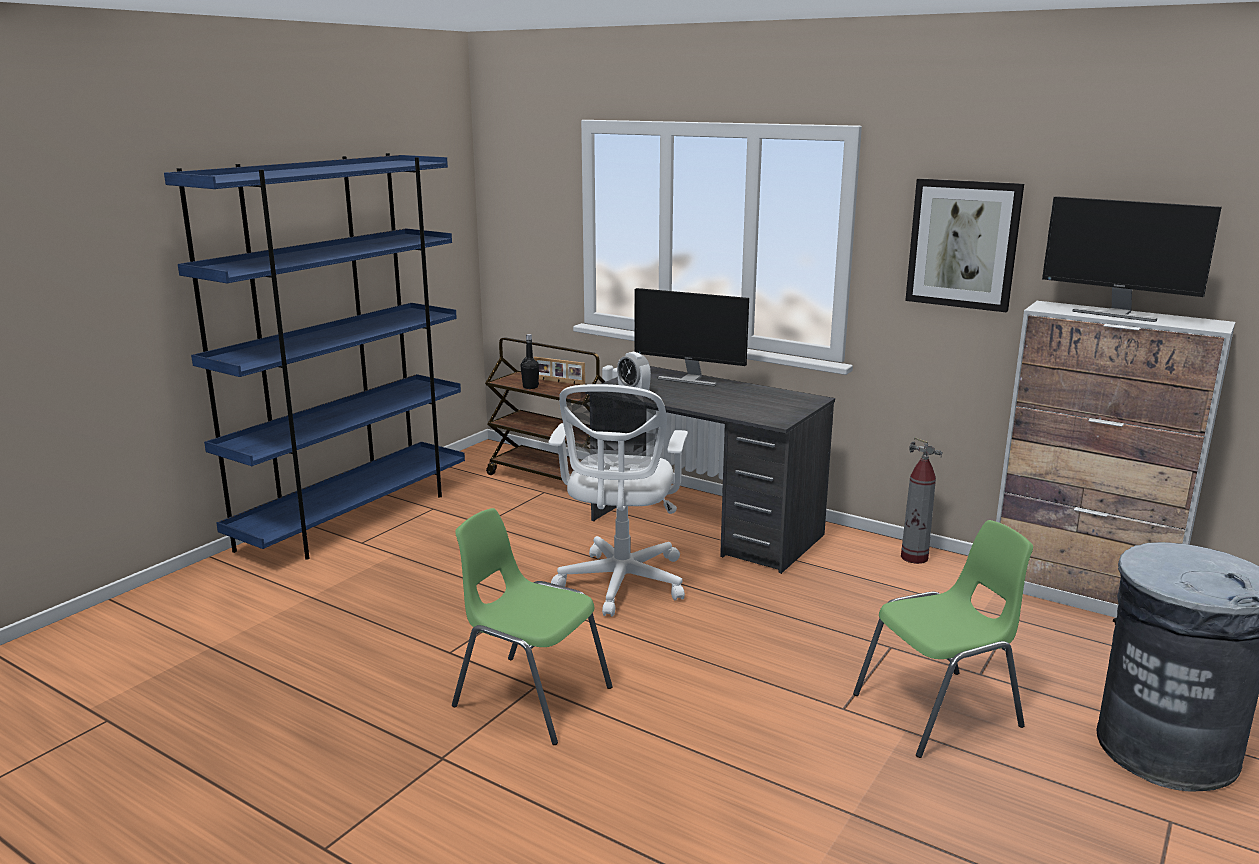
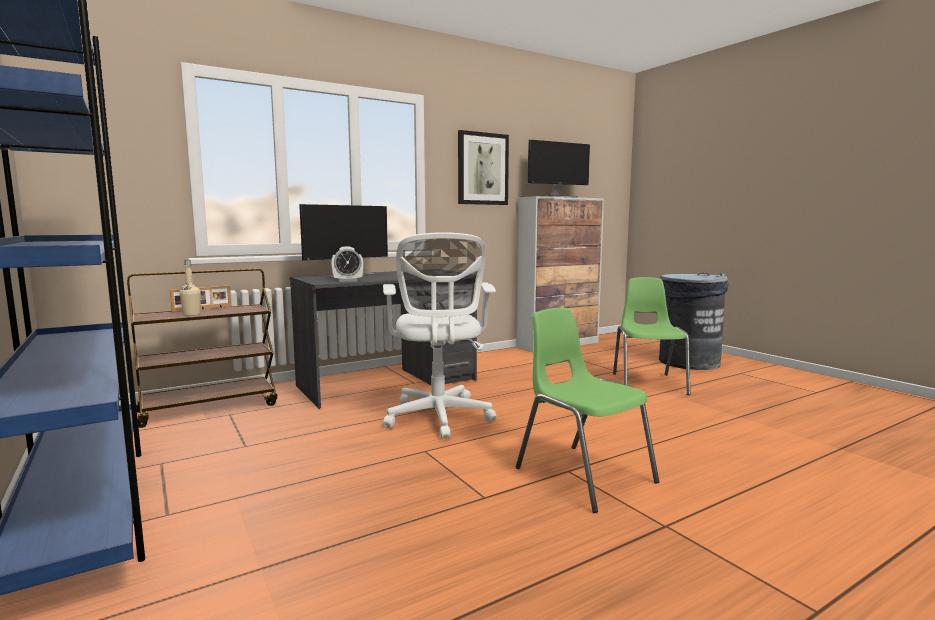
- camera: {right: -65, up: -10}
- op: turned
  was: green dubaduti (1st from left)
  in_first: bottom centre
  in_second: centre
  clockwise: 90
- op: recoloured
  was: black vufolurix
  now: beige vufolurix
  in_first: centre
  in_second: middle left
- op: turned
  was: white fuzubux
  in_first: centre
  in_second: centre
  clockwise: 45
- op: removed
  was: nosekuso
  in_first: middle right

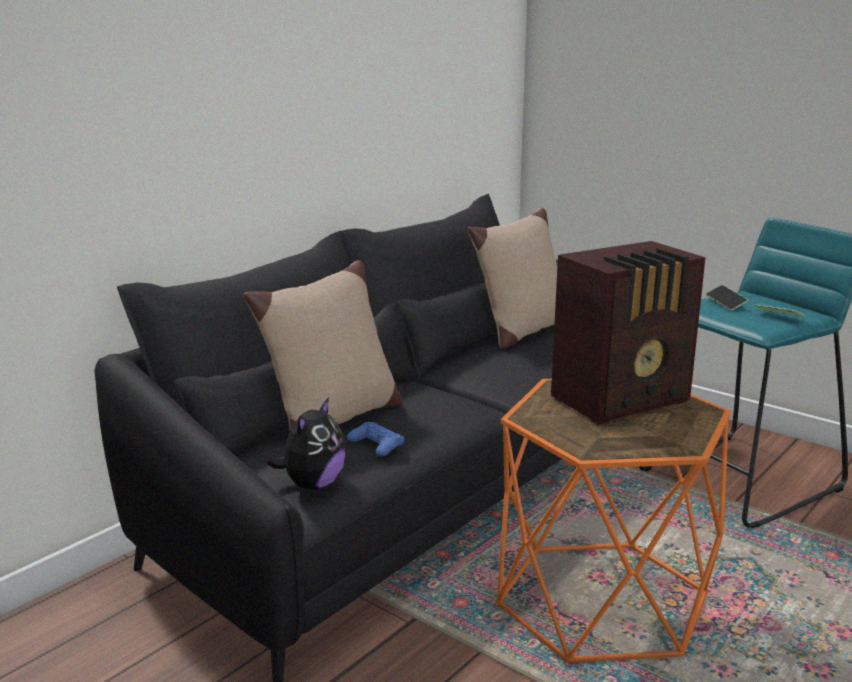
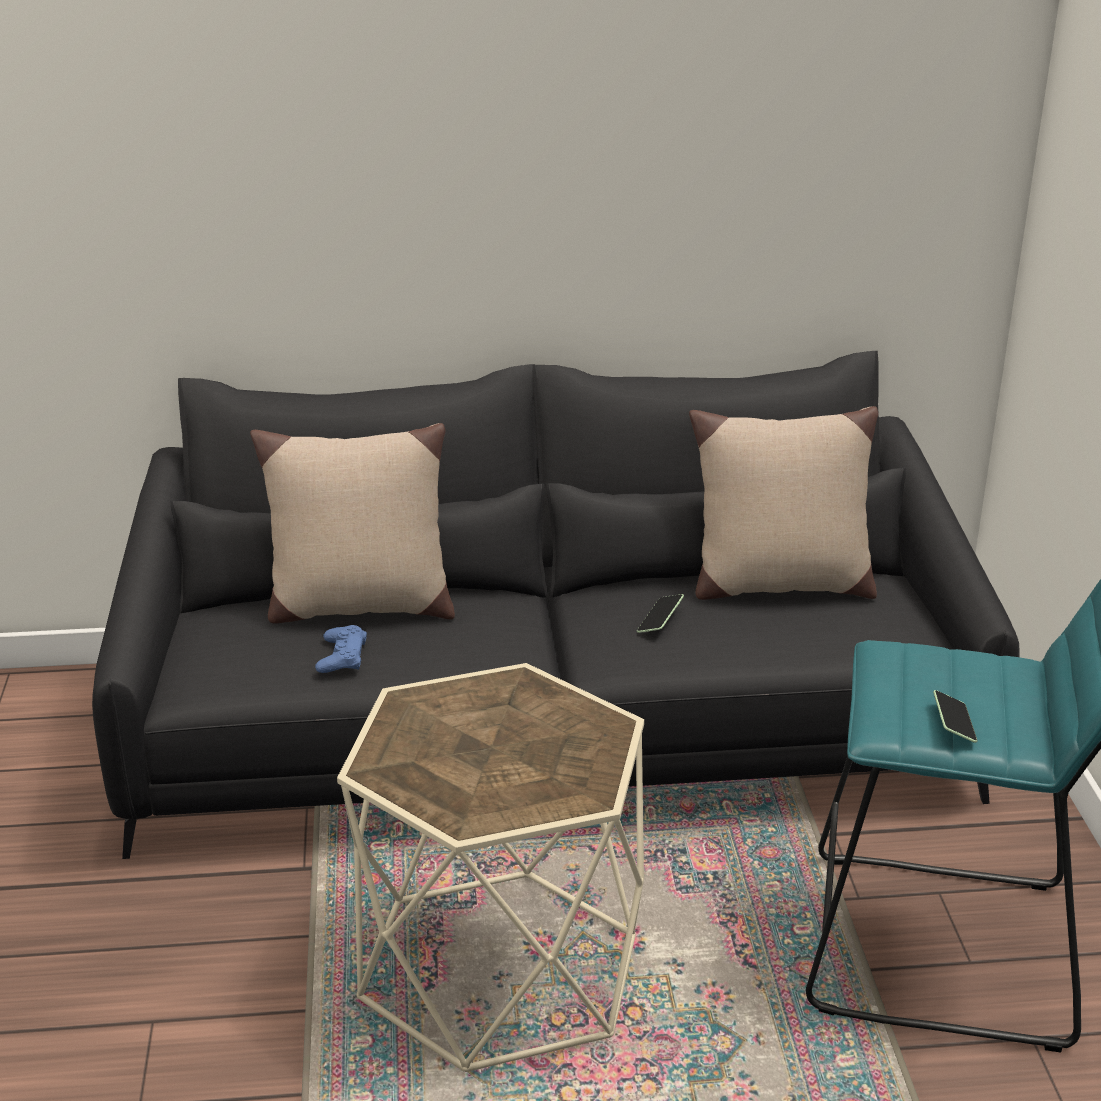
- camera: {right: 45, up: 10}
- op: removed
  was: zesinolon
  in_first: centre
- op: recoloured
  was: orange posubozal
  now: beige posubozal
  in_first: bottom right
  in_second: bottom centre
- op: removed
  was: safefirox
  in_first: middle right
- op: moved
  was: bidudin (1st from left)
  in_first: middle right
  in_second: centre

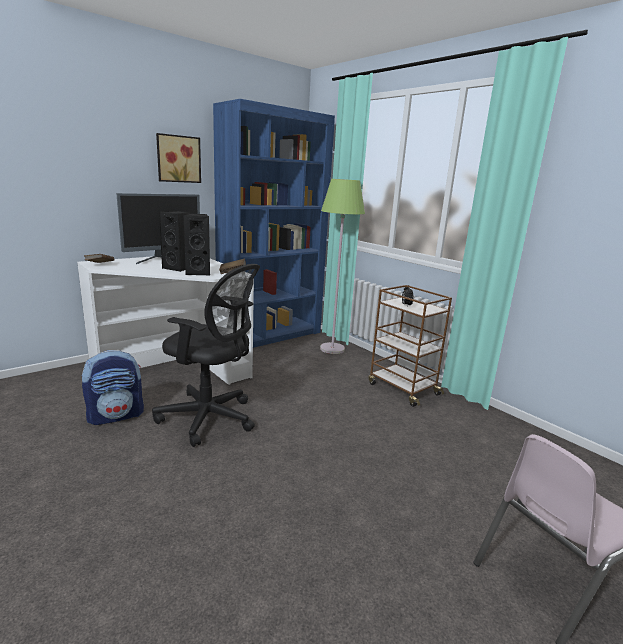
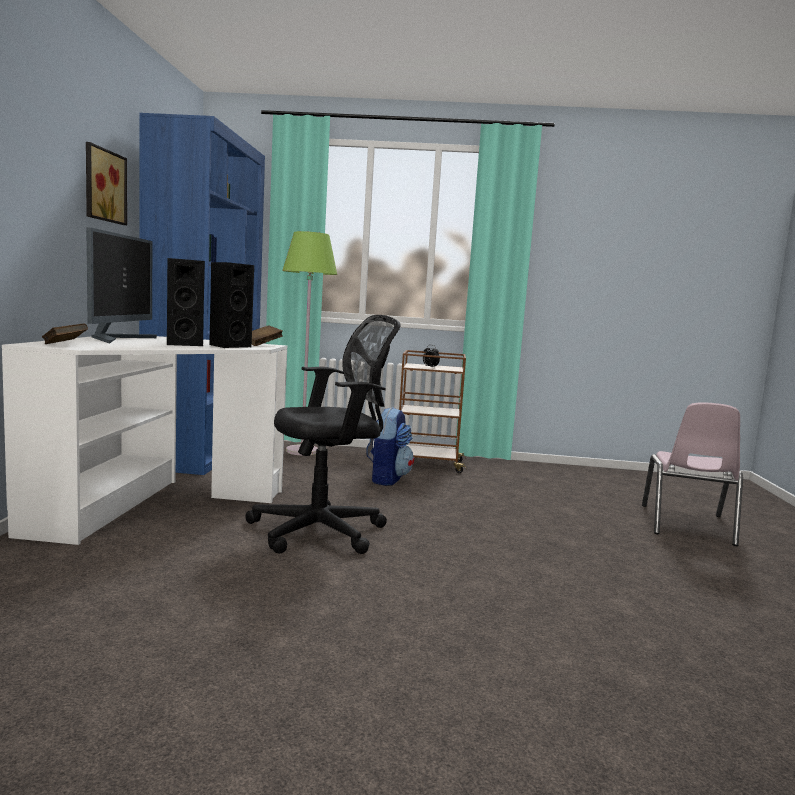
- camera: {right: -45, up: -10}
- op: moved
  was: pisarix
  in_first: middle left
  in_second: centre

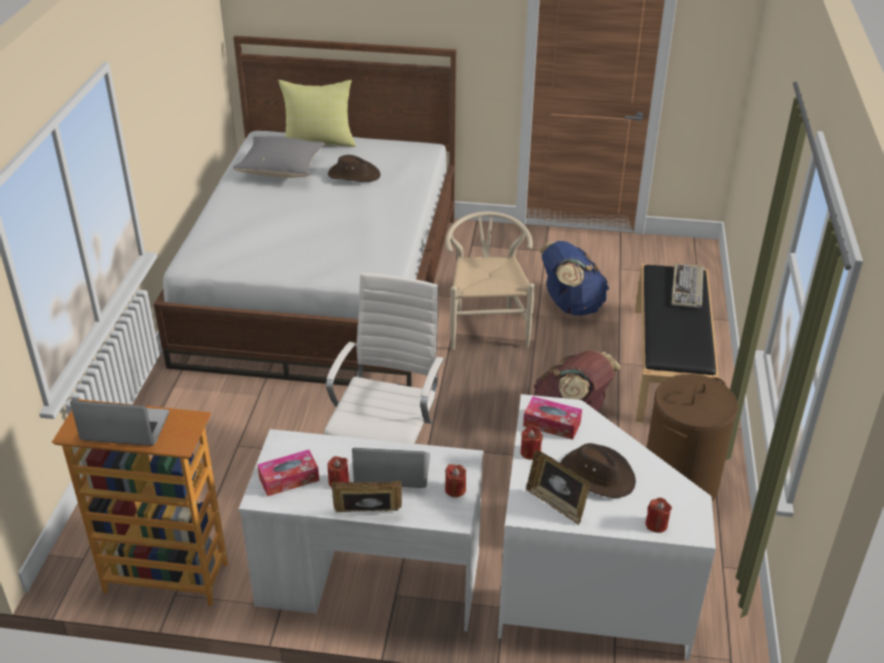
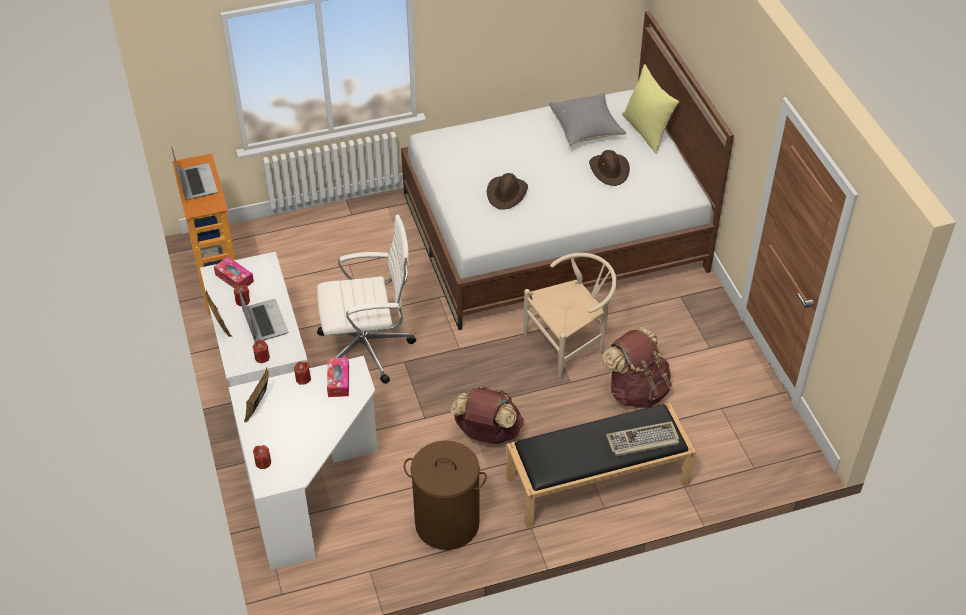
- camera: {right: 65, up: 10}
- op: recoloured
  was: blue pisarix
  now: brown pisarix (2nd from left)
  in_first: centre
  in_second: centre
- op: moved
  was: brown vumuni (2nd from left in the first image)
  now: brown vumuni (1st from left)
  in_first: bottom right
  in_second: top centre

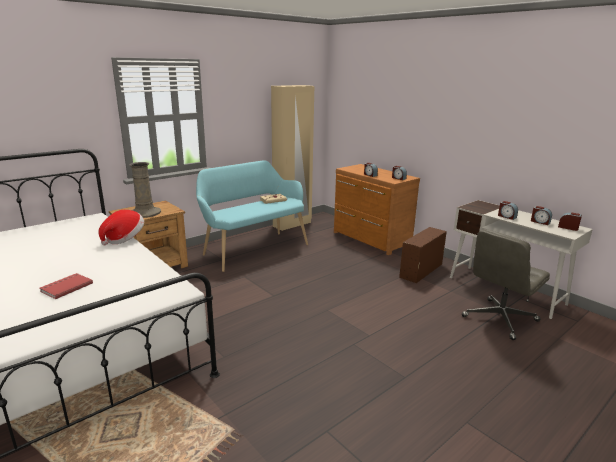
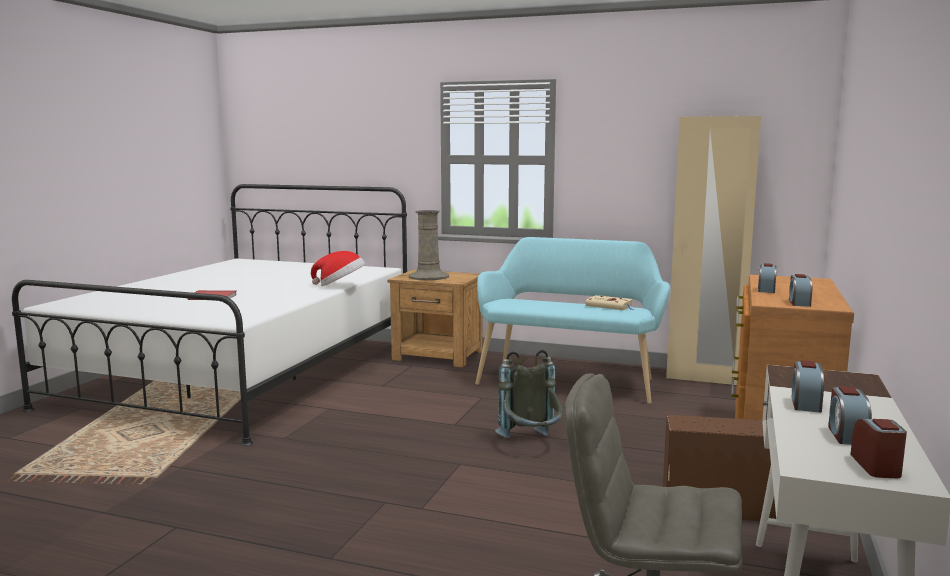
- camera: {right: 60, up: -10}
- op: added
  now: grey pisarix
  in_second: bottom centre

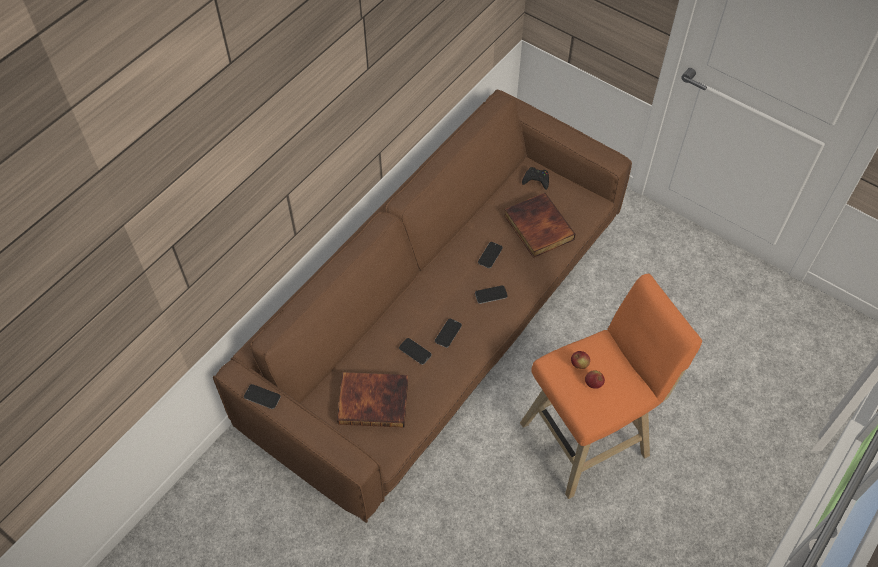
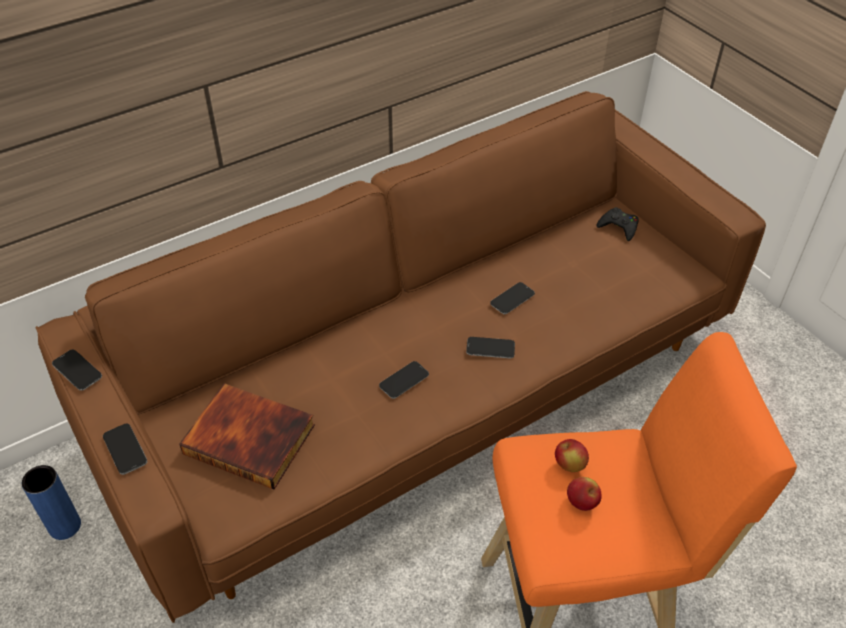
- camera: {right: 20, up: -10}
- op: moved
  was: bidudin (2nd from left)
  in_first: centre
  in_second: bottom left
- op: removed
  was: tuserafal (2nd from left)
  in_first: centre
- op: added
  now: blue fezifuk
  in_second: bottom left

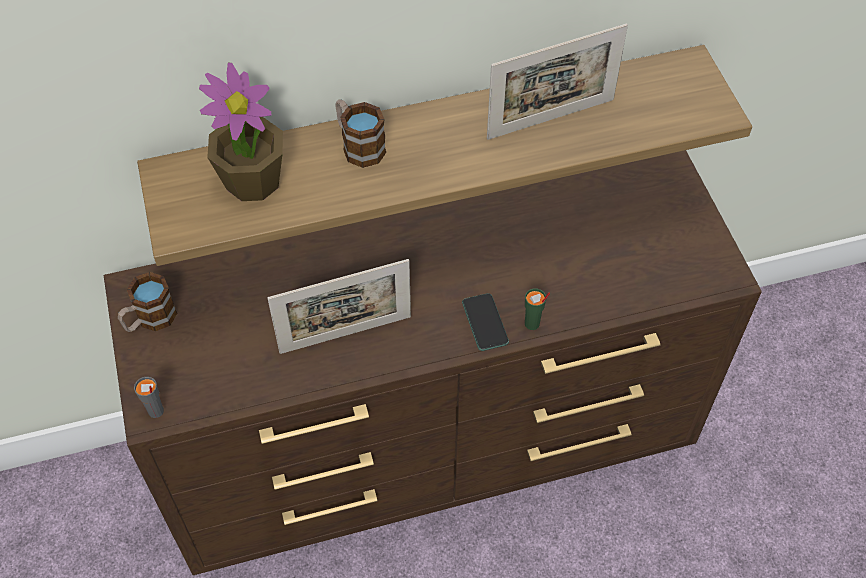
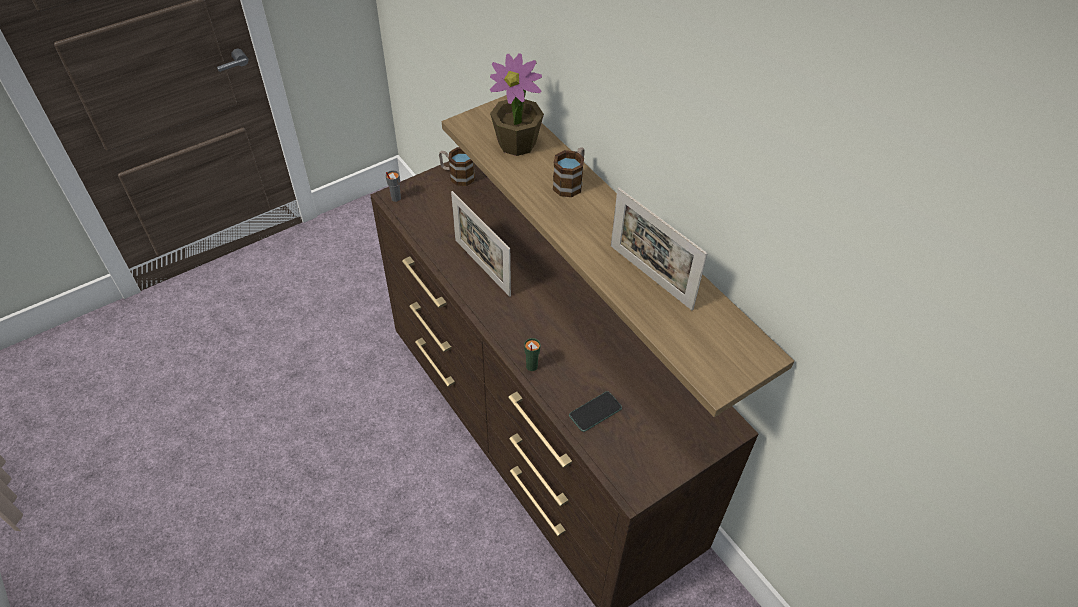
- camera: {right: 70, up: -5}
- op: moved
  was: bidudin
  in_first: centre
  in_second: bottom centre

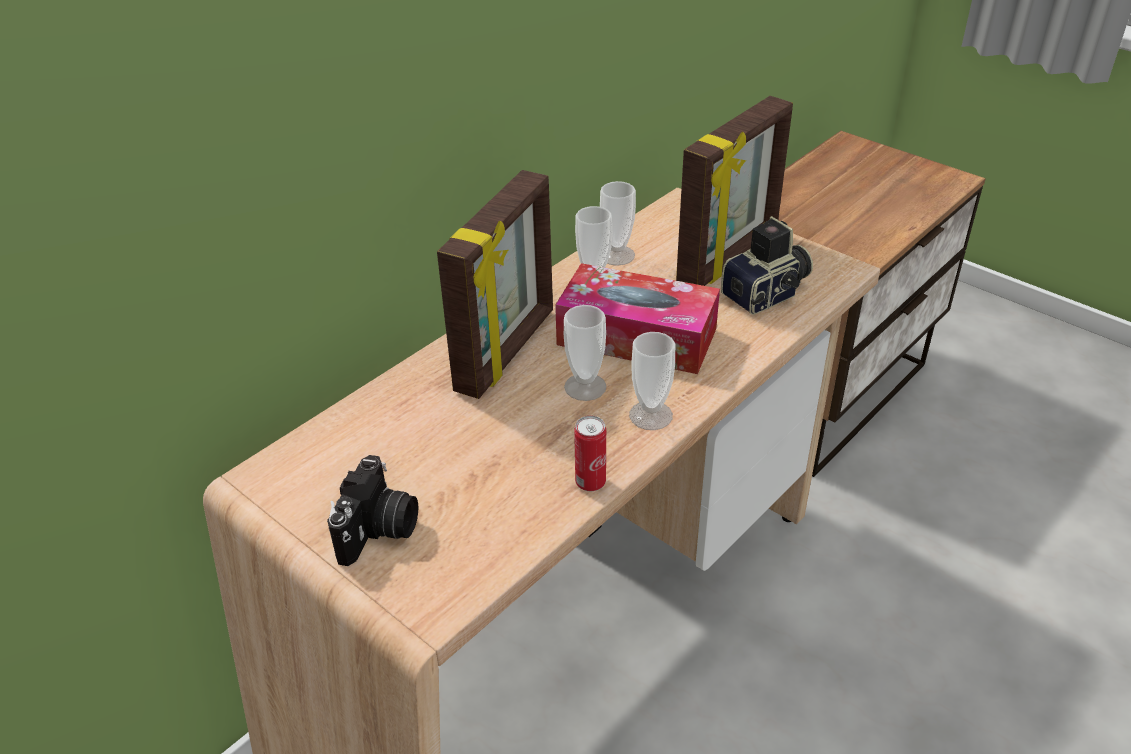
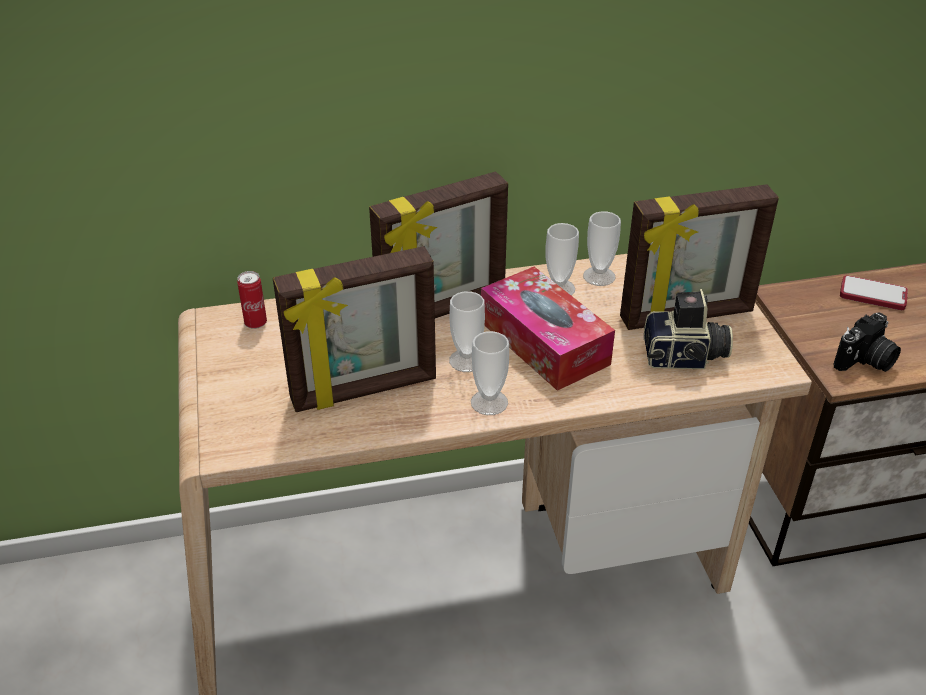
- camera: {right: 35, up: 0}
- op: moved
  was: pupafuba (1st from left in the first image)
  now: pupafuba (2nd from left)
  in_first: bottom left
  in_second: middle right
- op: moved
  was: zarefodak
  in_first: centre
  in_second: middle left
- op: added
  now: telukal (1st from left)
  in_second: centre
- op: added
  now: bidudin
  in_second: middle right

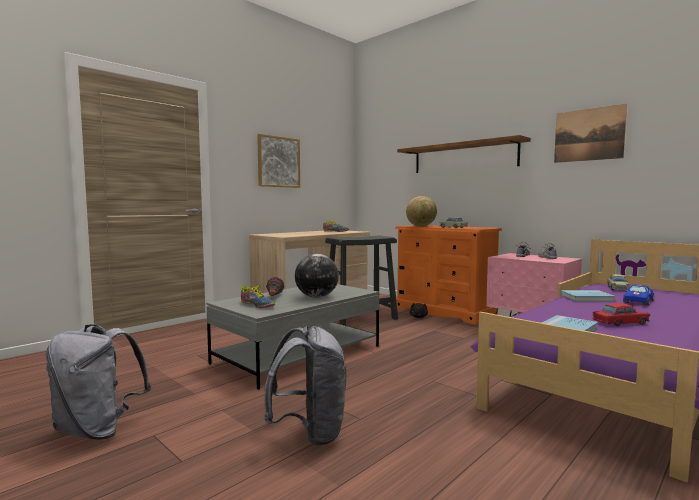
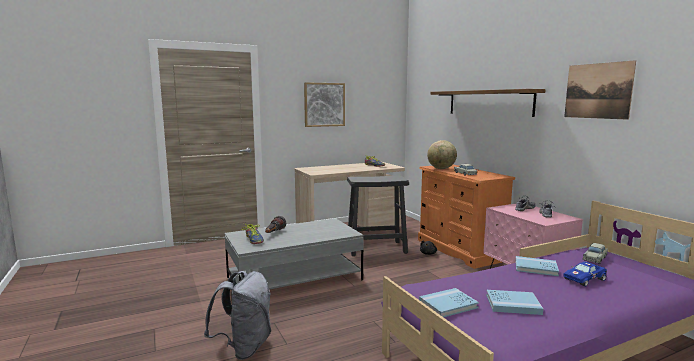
- camera: {right: 20, up: 5}
- op: removed
  was: grey pisarix (1st from left)
  in_first: bottom left
- op: removed
  was: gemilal (1st from left)
  in_first: centre
- op: replaced
  was: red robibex
  now: blue tuserafal (2nd from left)
  in_first: middle right
  in_second: bottom right

